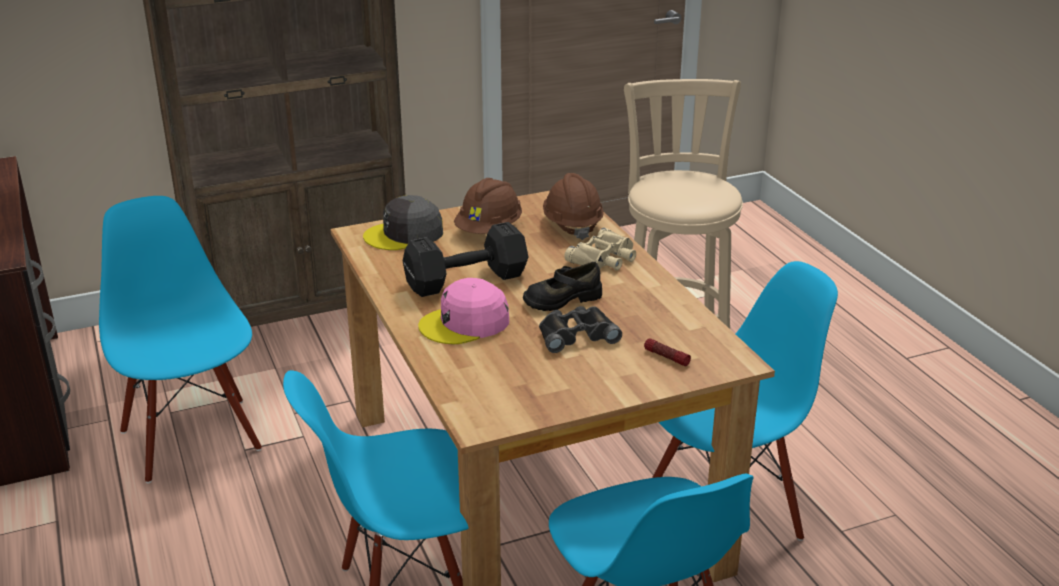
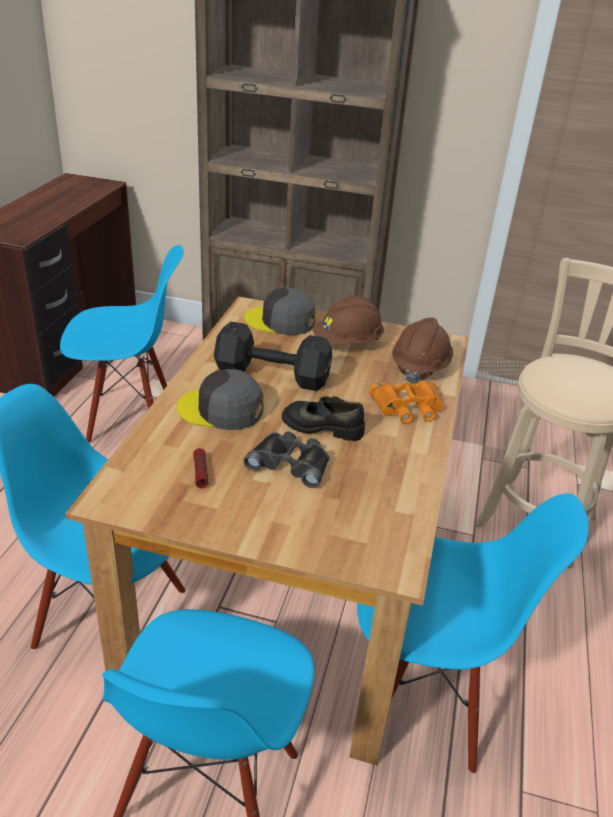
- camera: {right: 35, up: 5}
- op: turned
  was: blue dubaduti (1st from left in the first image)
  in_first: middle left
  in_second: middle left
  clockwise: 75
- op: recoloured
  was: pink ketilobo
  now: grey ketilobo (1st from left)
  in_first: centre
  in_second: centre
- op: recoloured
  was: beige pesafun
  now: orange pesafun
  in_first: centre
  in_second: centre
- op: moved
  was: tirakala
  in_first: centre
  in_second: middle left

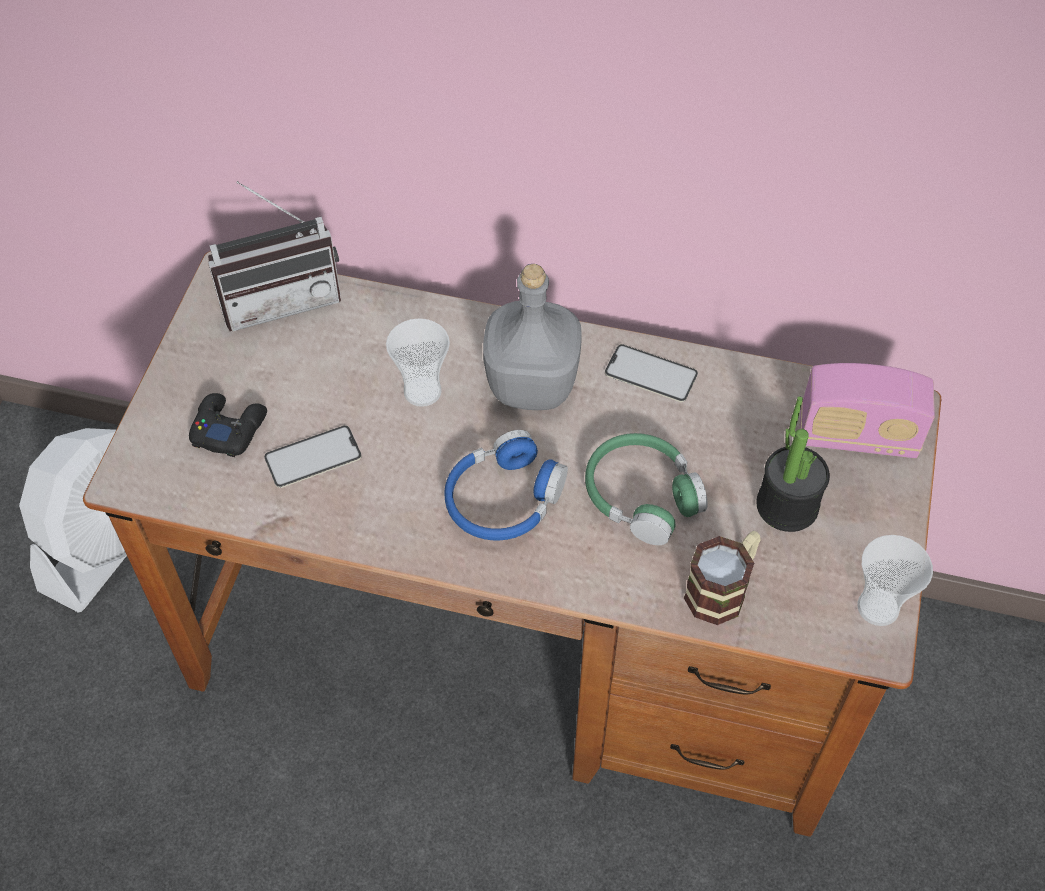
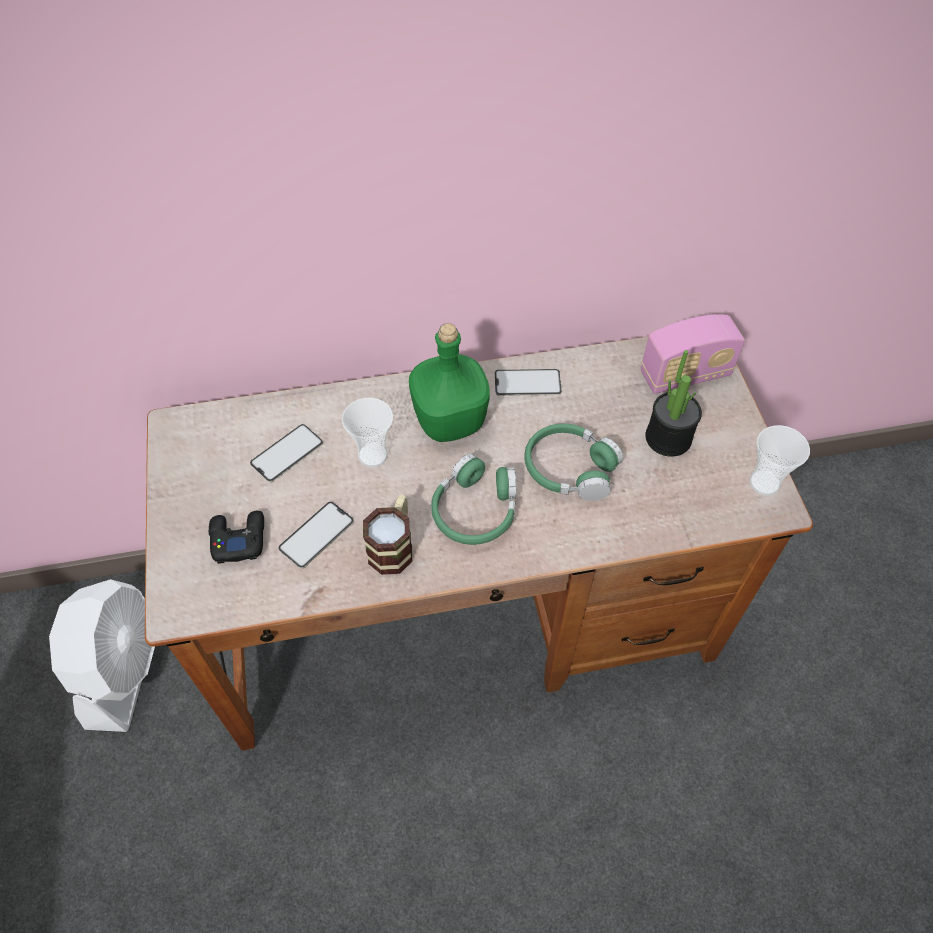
- camera: {right: -25, up: 0}
- op: removed
  was: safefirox (1st from left)
  in_first: top left
- op: recoloured
  was: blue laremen
  now: green laremen (1st from left)
  in_first: centre
  in_second: centre
- op: recoloured
  was: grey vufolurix
  now: green vufolurix
  in_first: centre
  in_second: centre
- op: moved
  was: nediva
  in_first: middle right
  in_second: centre
- op: added
  now: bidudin (1st from left)
  in_second: middle left

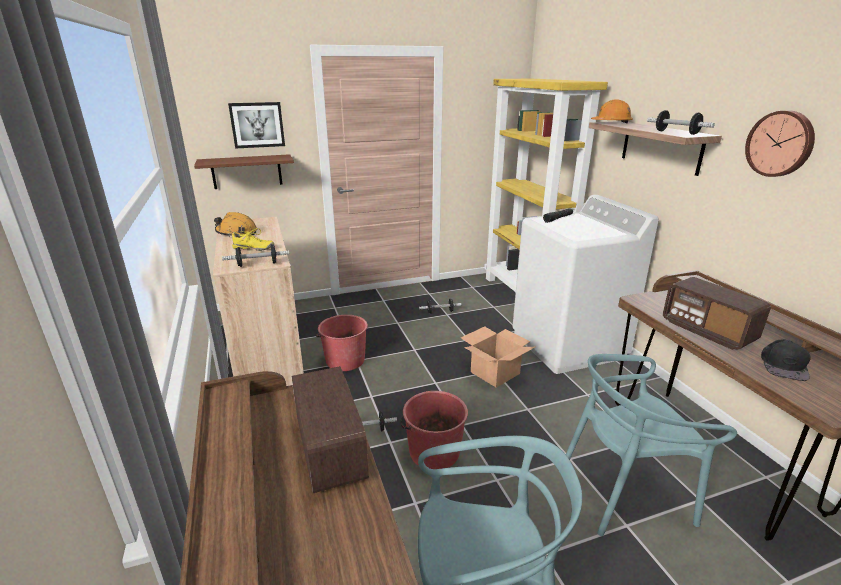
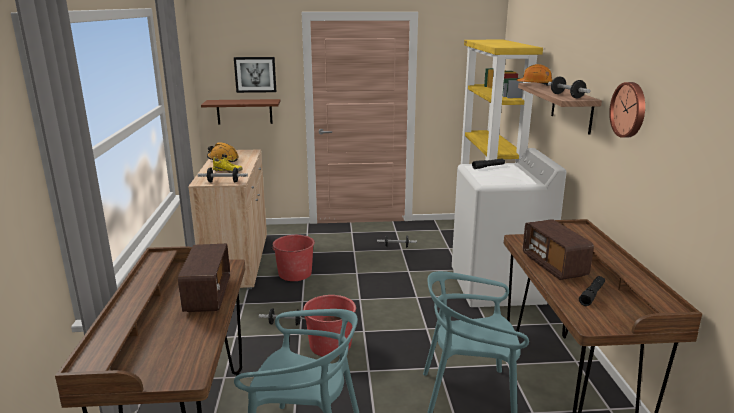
- camera: {right: 15, up: -5}
- op: removed
  was: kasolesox
  in_first: centre
- op: replaced
  was: black ketilobo
  now: black tirakala (2nd from left)
  in_first: middle right
  in_second: bottom right

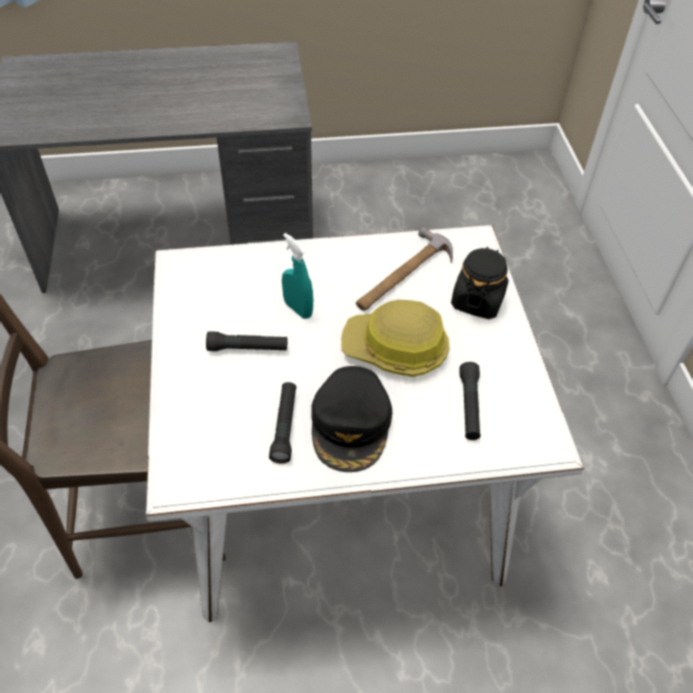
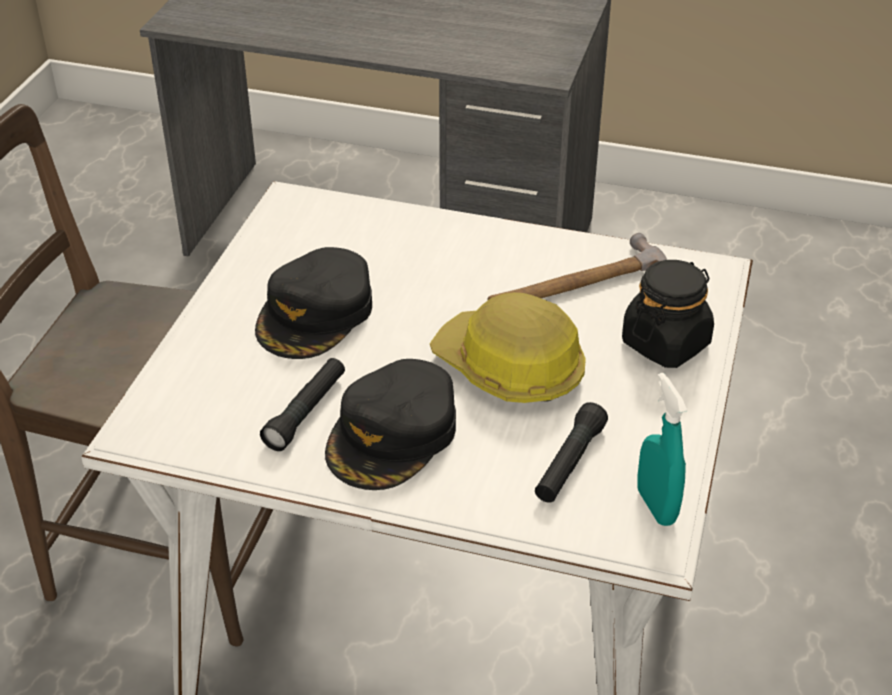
- camera: {right: 25, up: -10}
- op: replaced
  was: black tirakala (1st from left)
  now: black ketilobo (1st from left)
  in_first: centre
  in_second: centre
- op: moved
  was: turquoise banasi
  in_first: centre
  in_second: middle right

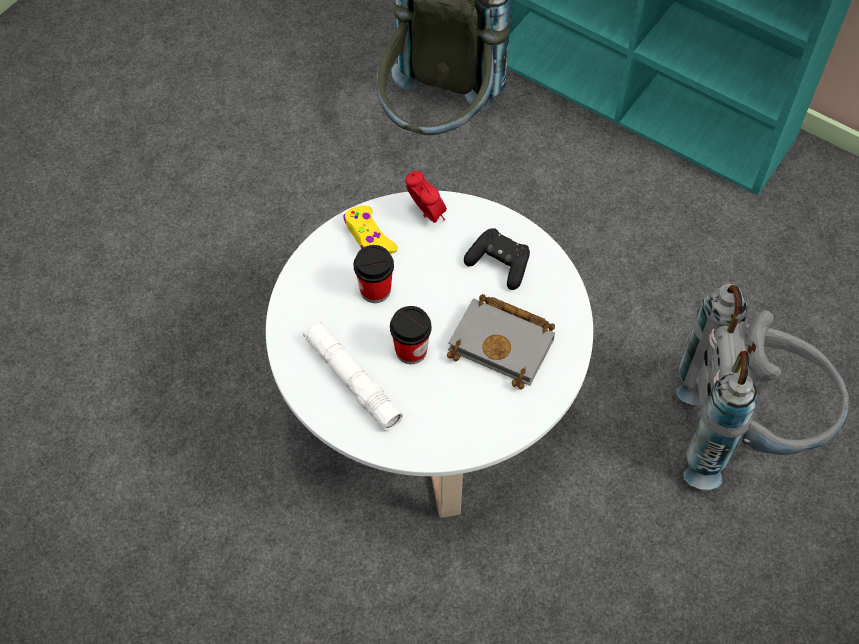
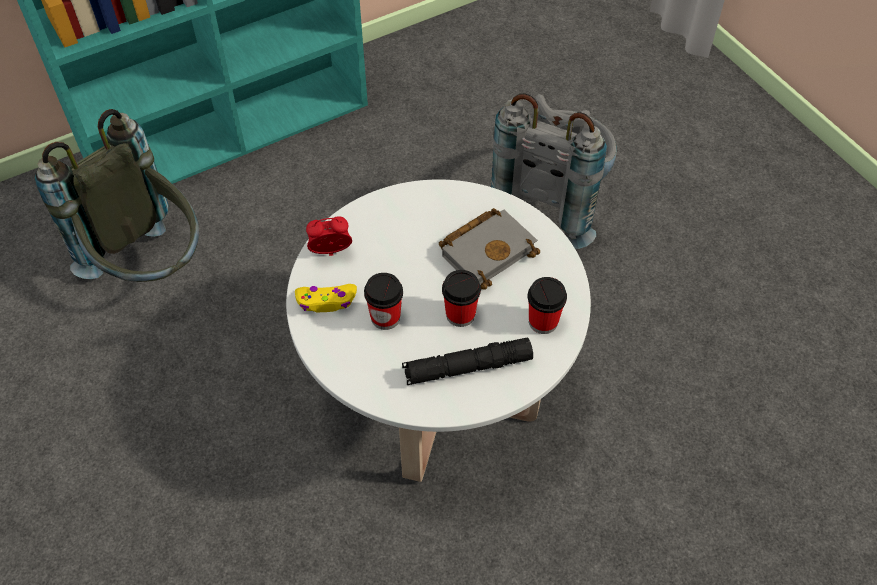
- camera: {right: -65, up: -5}
- op: recoloured
  was: white tirakala
  now: black tirakala
  in_first: centre
  in_second: centre
- op: removed
  was: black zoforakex
  in_first: centre
- op: added
  now: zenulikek (3rd from left)
  in_second: centre

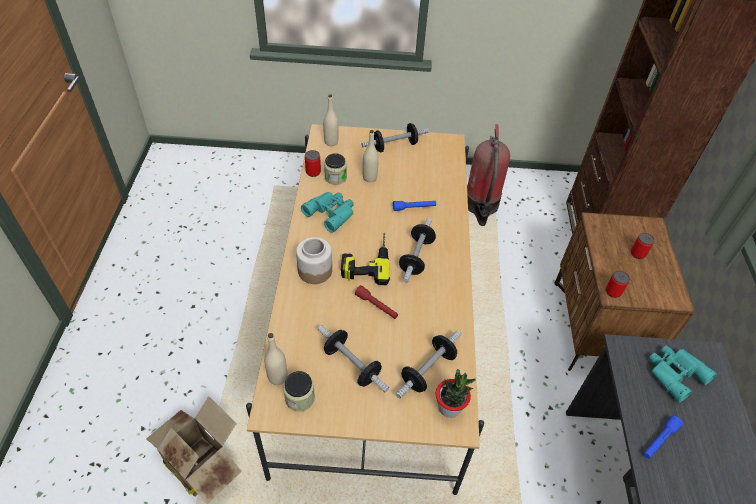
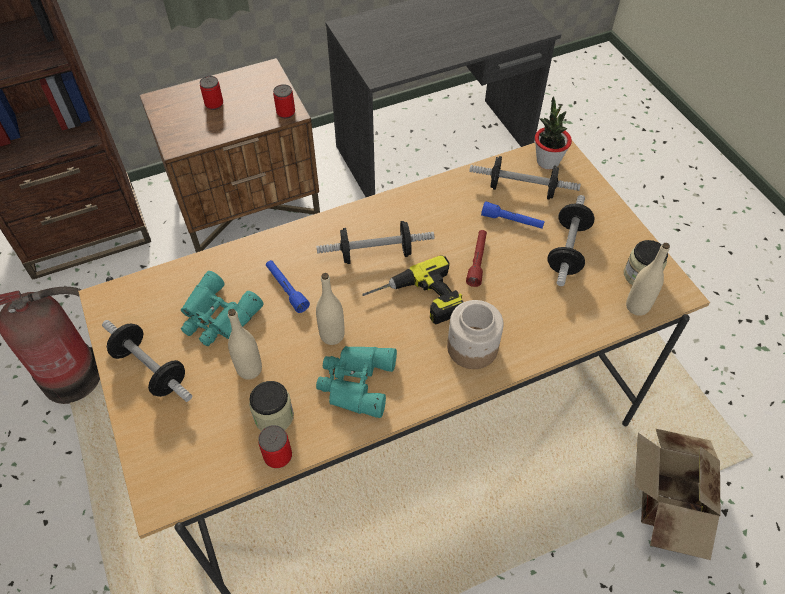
- camera: {right: -115, up: 5}
- op: moved
  was: beige vufolurix (2nd from left)
  in_first: top centre
  in_second: centre
- op: moved
  was: blue tirakala (2nd from left)
  in_first: bottom right
  in_second: centre
- op: moved
  was: turquoise pesafun (2nd from left in the first image)
  now: turquoise pesafun (1st from left)
  in_first: bottom right
  in_second: middle left

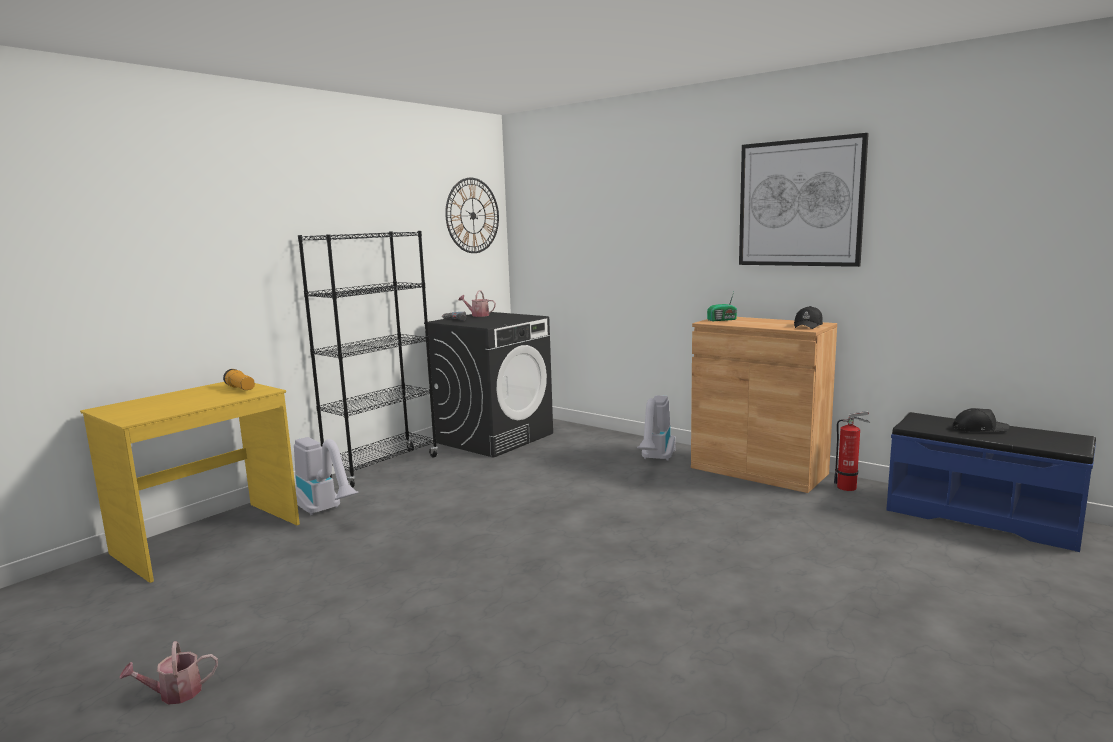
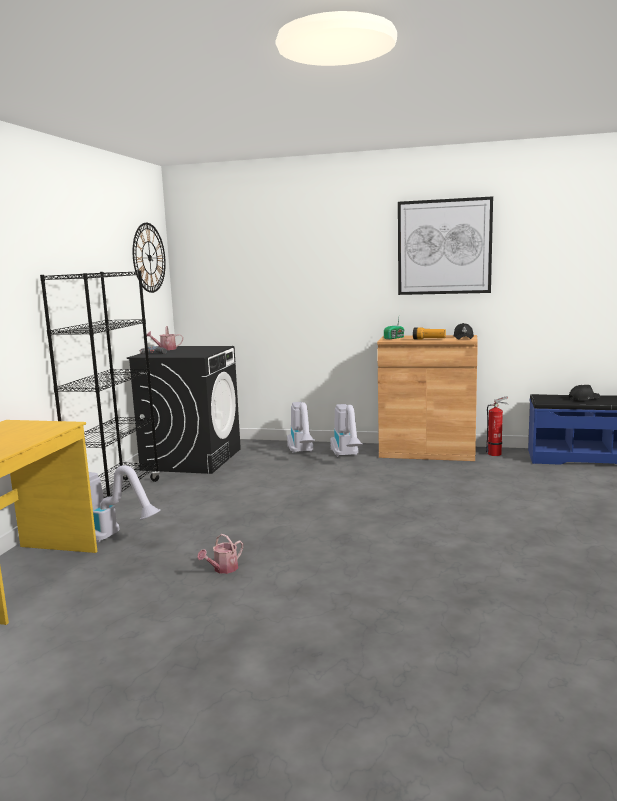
- camera: {right: -25, up: 0}
- op: moved
  was: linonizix (1st from left in the first image)
  now: linonizix (2nd from left)
  in_first: bottom left
  in_second: bottom centre
- op: moved
  was: tirakala
  in_first: middle left
  in_second: middle right
- op: added
  now: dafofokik (2nd from left)
  in_second: centre

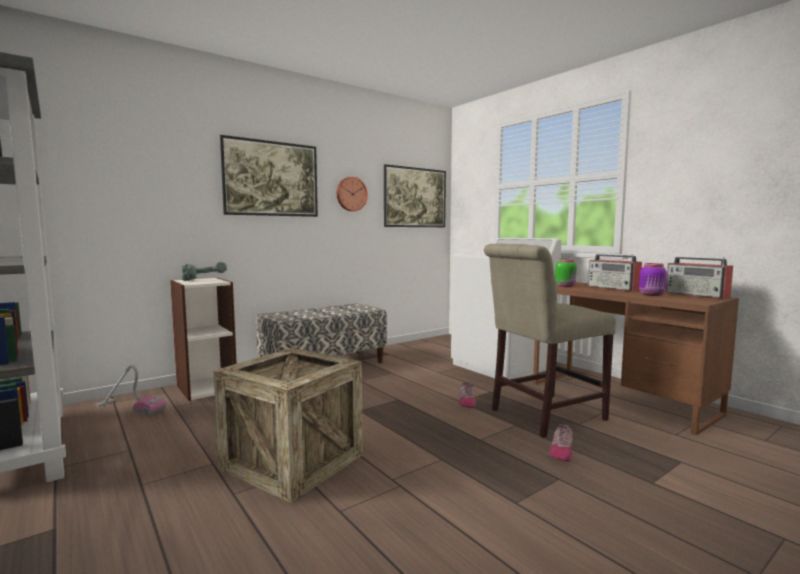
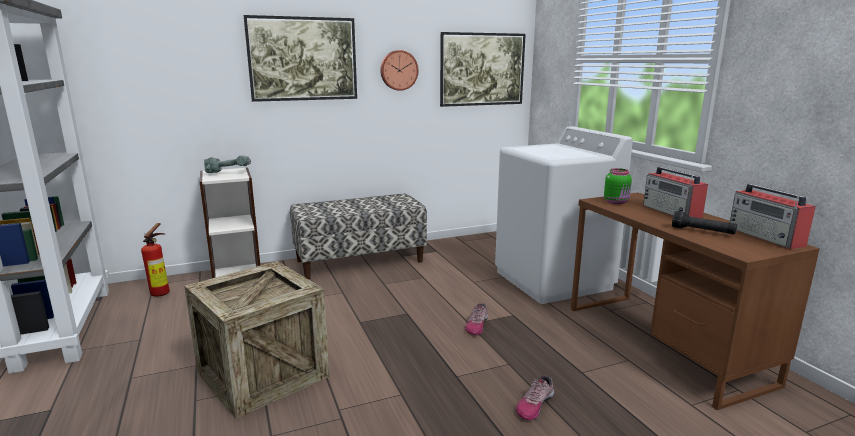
- camera: {right: 15, up: 10}
- op: replaced
  was: dafofokik
  now: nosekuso
  in_first: bottom left
  in_second: middle left
- op: removed
  was: beige dubaduti
  in_first: middle right
- op: replaced
  was: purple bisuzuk
  now: black tirakala
  in_first: middle right
  in_second: middle right

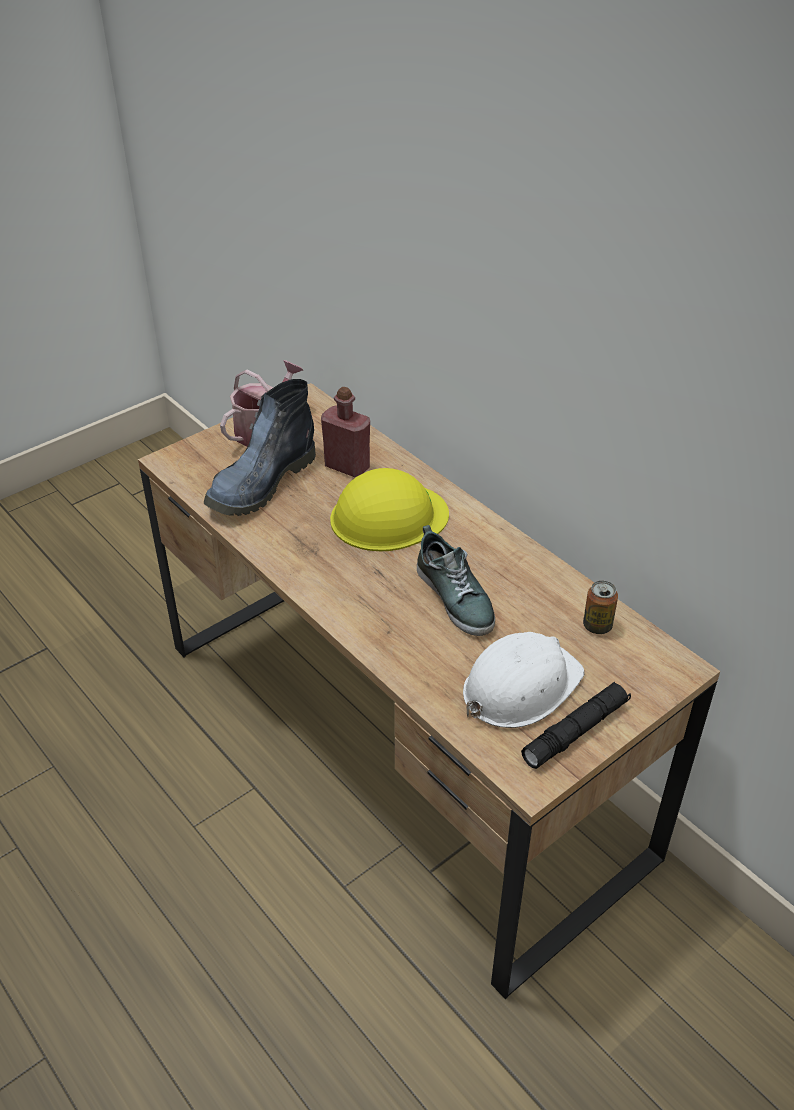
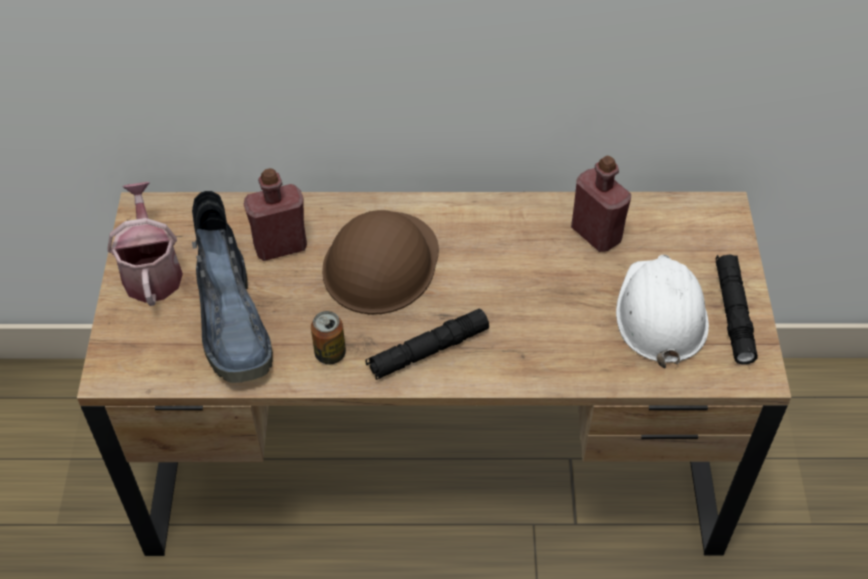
- camera: {right: -50, up: 10}
- op: recoloured
  was: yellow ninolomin
  now: brown ninolomin
  in_first: centre
  in_second: centre
- op: removed
  was: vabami
  in_first: centre
- op: moved
  was: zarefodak
  in_first: middle right
  in_second: centre
- op: added
  now: black tirakala (1st from left)
  in_second: centre
- op: added
  now: red vufolurix (2nd from left)
  in_second: middle right

